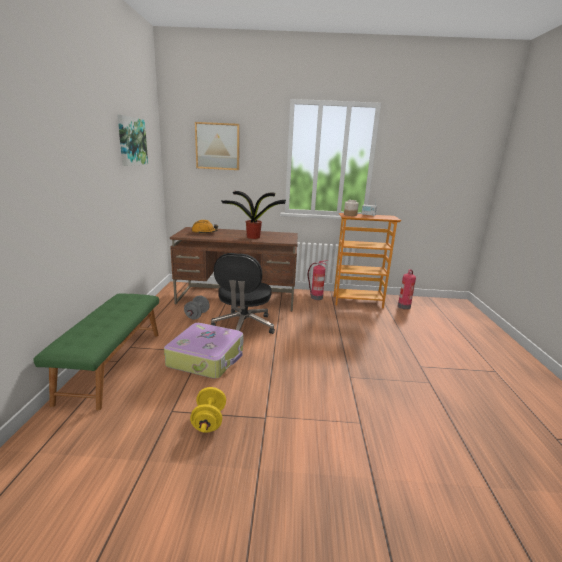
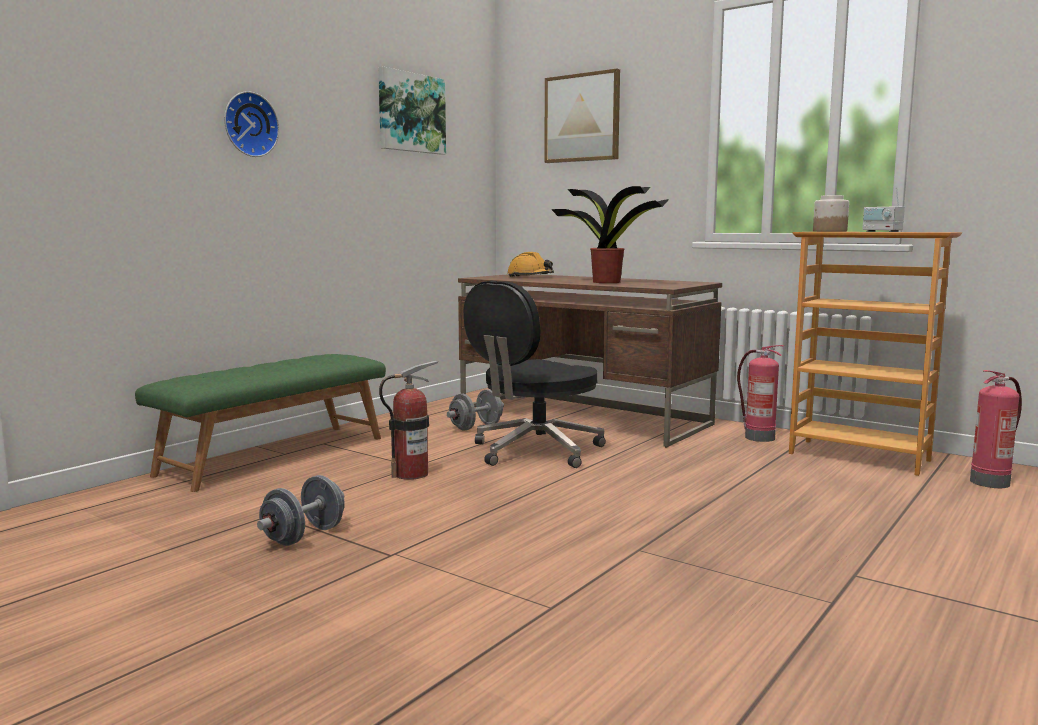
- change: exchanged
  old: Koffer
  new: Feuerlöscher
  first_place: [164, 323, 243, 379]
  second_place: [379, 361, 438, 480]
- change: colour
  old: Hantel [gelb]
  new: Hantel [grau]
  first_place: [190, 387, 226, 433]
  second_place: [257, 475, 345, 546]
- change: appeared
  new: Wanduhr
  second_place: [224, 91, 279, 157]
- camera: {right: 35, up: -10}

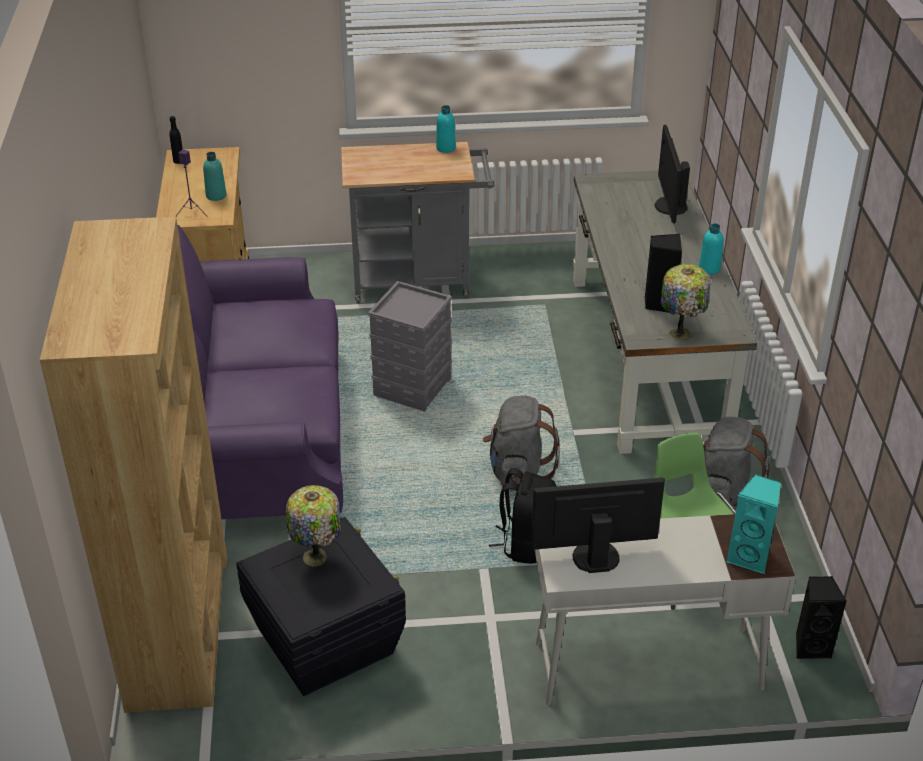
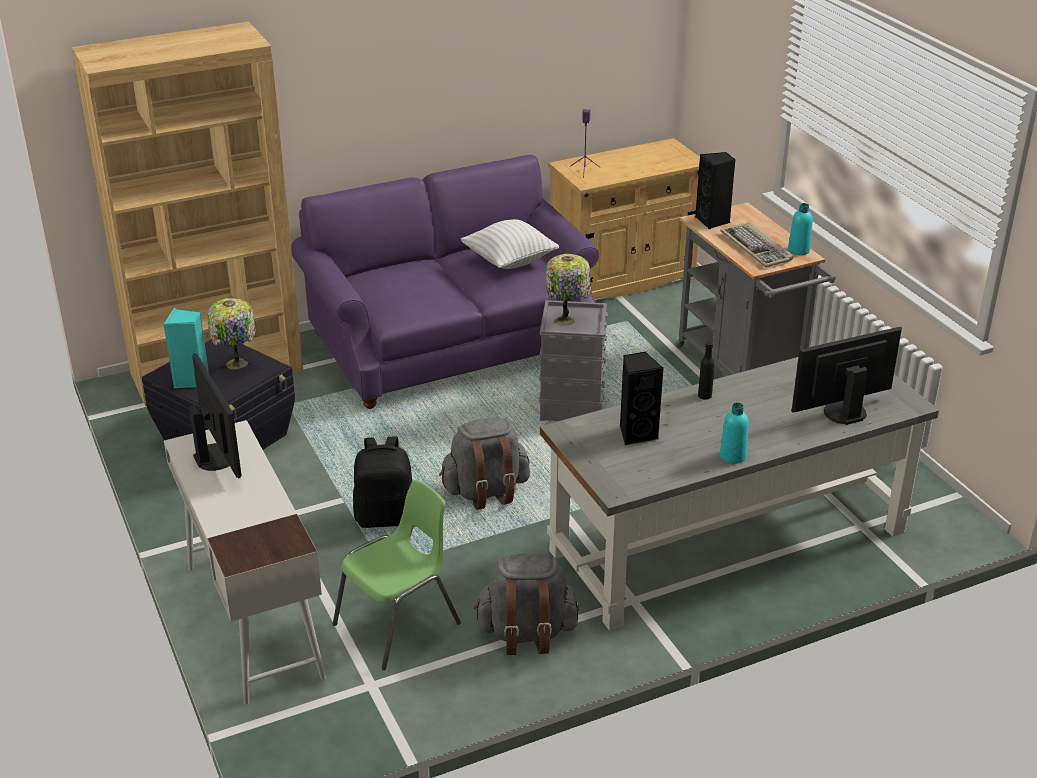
- change: relocated
  old: Flasche [schwarz]
  first_place: [169, 116, 183, 164]
  second_place: [698, 342, 714, 400]
- change: missing
  old: Flasche [türkis]
  first_place: [203, 152, 226, 201]
- change: relocated
  old: Tischlampe
  first_place: [661, 264, 710, 341]
  second_place: [546, 254, 591, 326]
- change: relocated
  old: Lautsprecher [türkis]
  first_place: [727, 474, 781, 574]
  second_place: [164, 308, 209, 388]
- change: relocated
  old: Lautsprecher [schwarz]
  first_place: [796, 576, 846, 659]
  second_place: [695, 152, 735, 229]
- change: appeared
  new: Kissen [weiß]
  second_place: [461, 219, 559, 269]
- change: appeared
  new: Tastatur
  second_place: [720, 222, 793, 267]
- camera: {right: 70, up: -5}

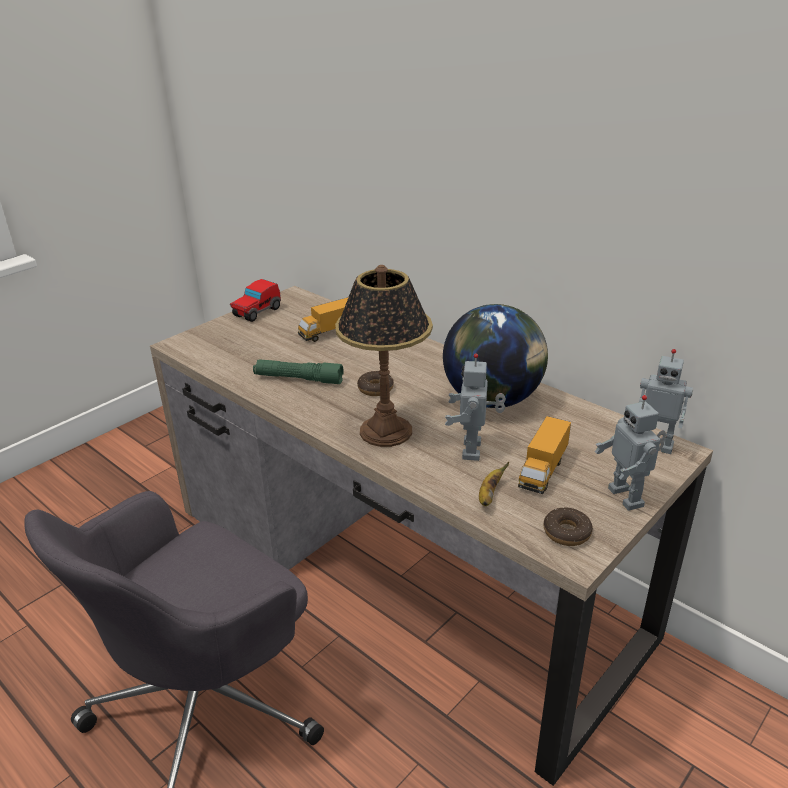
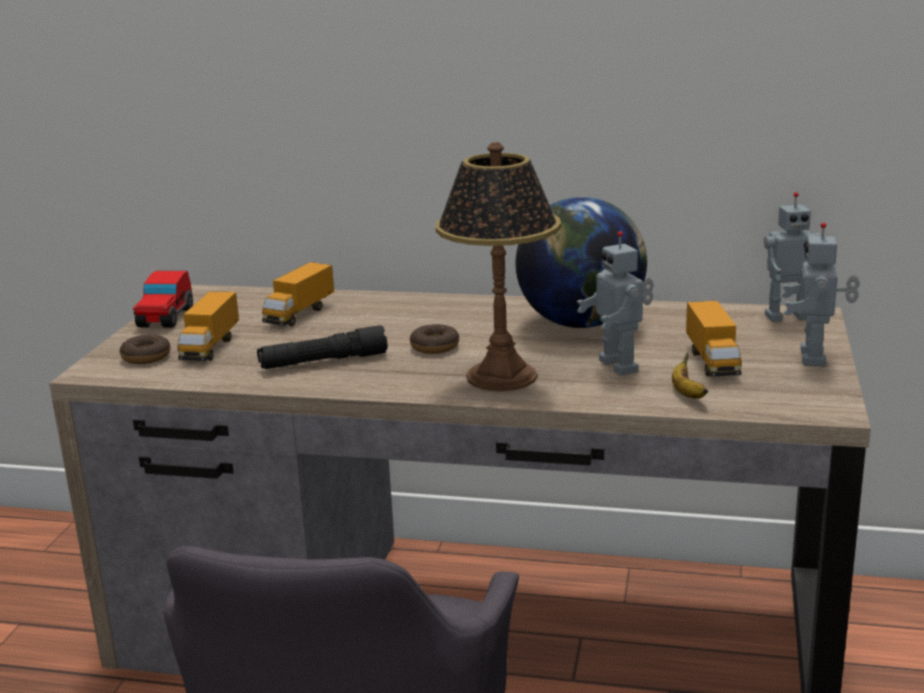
- change: colour
  old: Taschenlampe [grün]
  new: Taschenlampe [schwarz]
  first_place: [253, 359, 344, 384]
  second_place: [257, 325, 387, 369]
- change: spun
  old: Spielzeugroboter
  first_place: [595, 395, 666, 511]
  second_place: [782, 222, 860, 366]
  degrees: 60
- change: relocated
  old: Donut
  first_place: [544, 508, 593, 546]
  second_place: [120, 334, 171, 364]
- change: appeared
  new: Spielzeuglaster
  second_place: [178, 291, 239, 361]
- camera: {right: -30, up: -10}

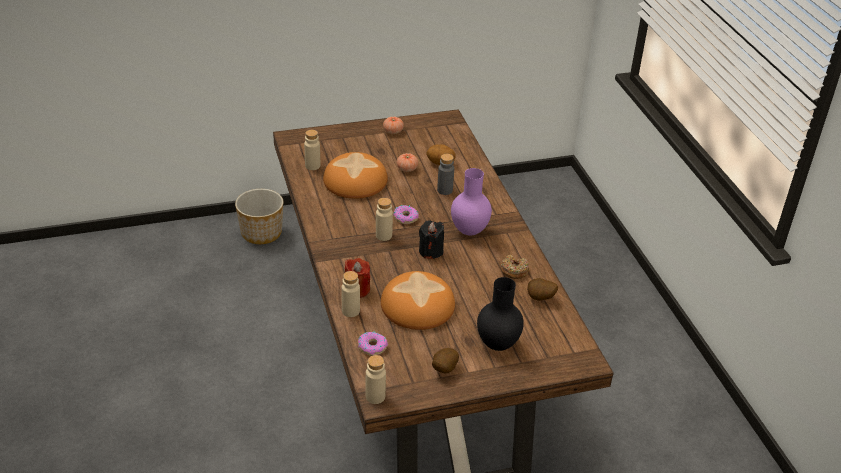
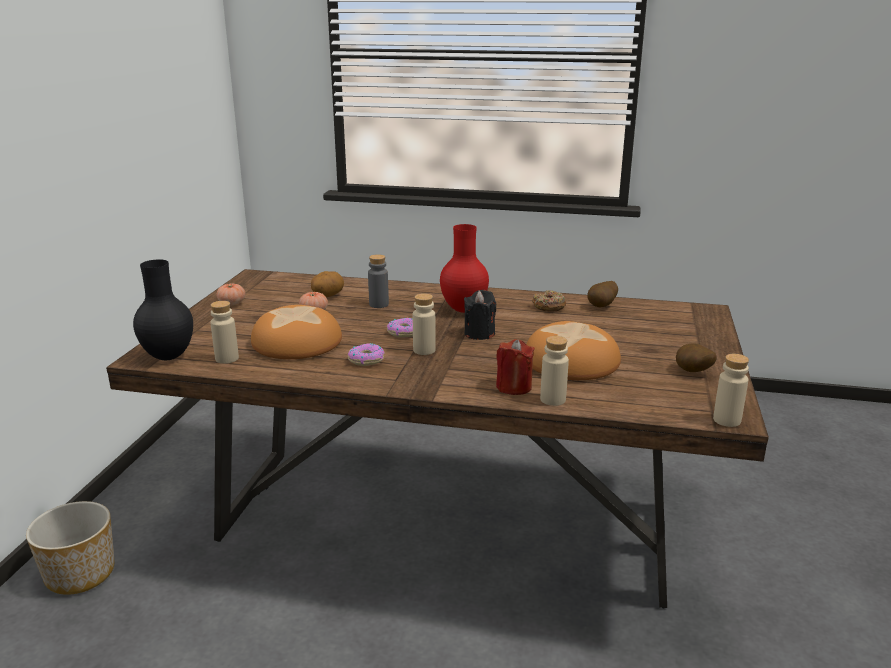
- change: colour
  old: Vase [lila]
  new: Vase [rot]
  first_place: [451, 168, 492, 236]
  second_place: [440, 224, 489, 313]
- change: relocated
  old: Vase [schwarz]
  first_place: [477, 277, 524, 351]
  second_place: [133, 259, 193, 360]
- change: relocated
  old: Donut
  first_place: [358, 331, 388, 356]
  second_place: [348, 343, 385, 366]
- camera: {right: -60, up: -15}

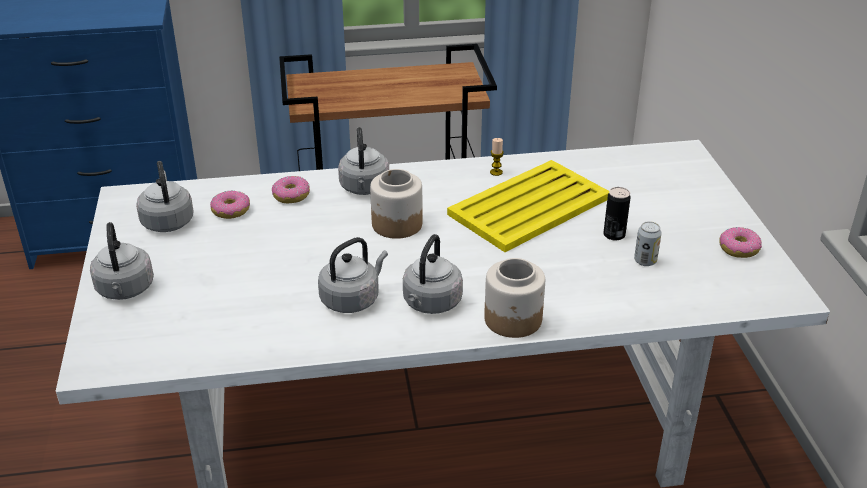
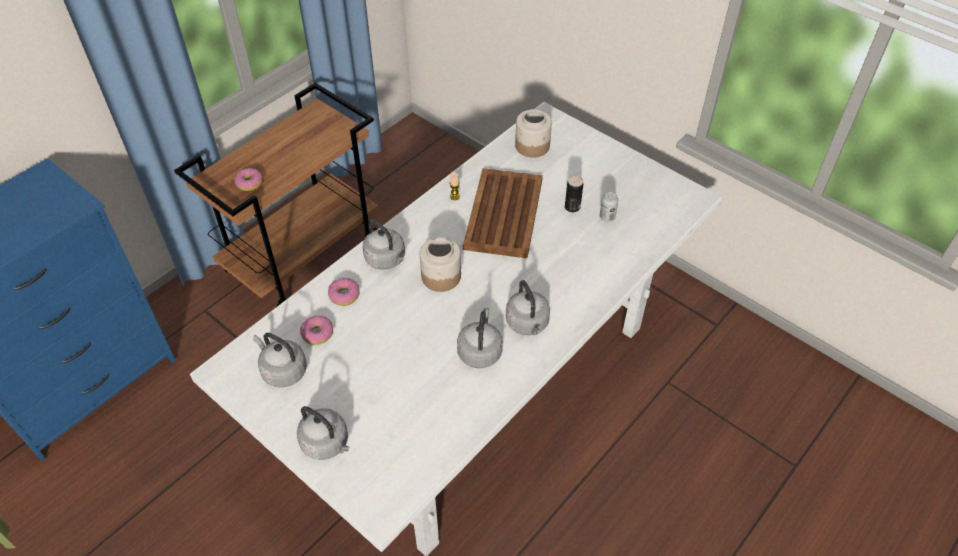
- change: colour
  old: Tablett [gelb]
  new: Tablett [braun]
  first_place: [447, 160, 609, 252]
  second_place: [463, 168, 543, 258]
- change: relocated
  old: Donut
  first_place: [719, 227, 762, 258]
  second_place: [235, 168, 263, 191]
- change: relocated
  old: Vorratsglas
  first_place: [484, 258, 545, 338]
  second_place: [515, 109, 552, 158]
- camera: {right: -40, up: 15}

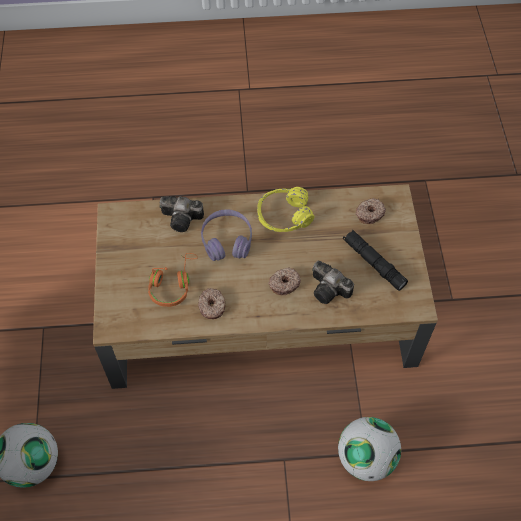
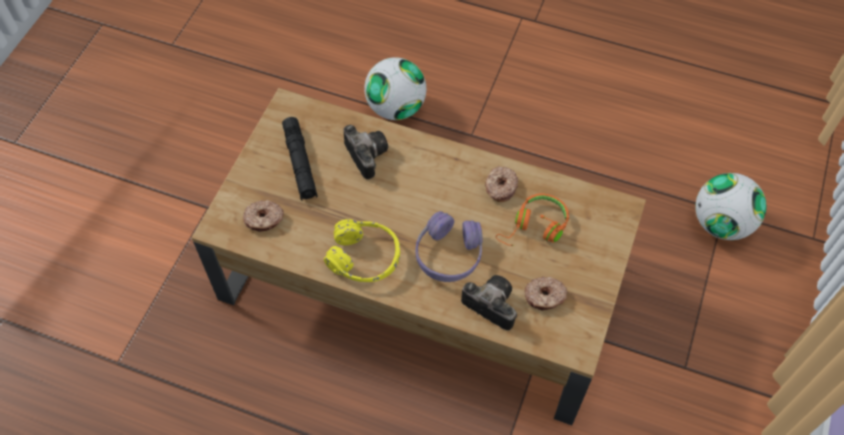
- change: relocated
  old: Donut
  first_place: [268, 267, 301, 295]
  second_place: [525, 277, 567, 311]
- camera: {right: -155, up: 0}

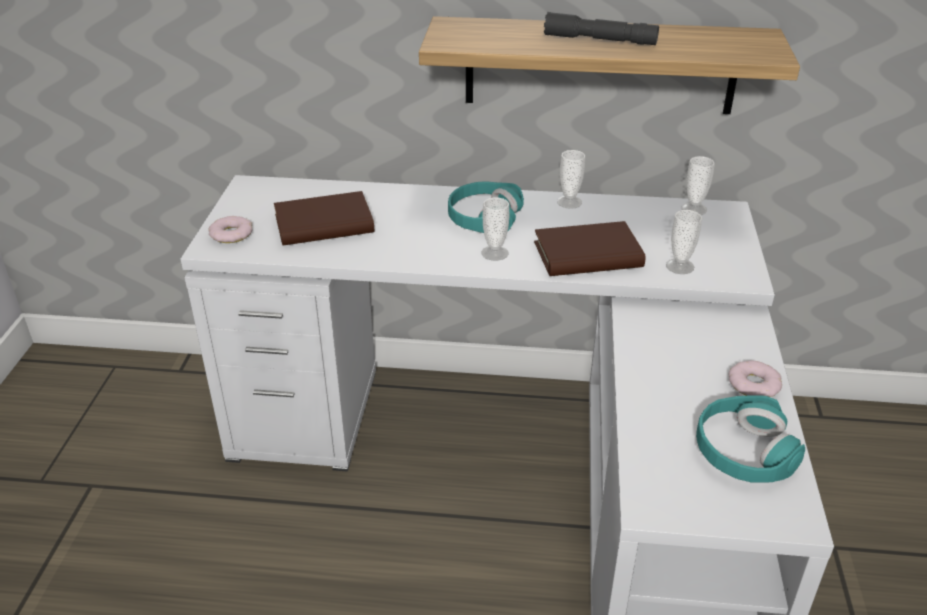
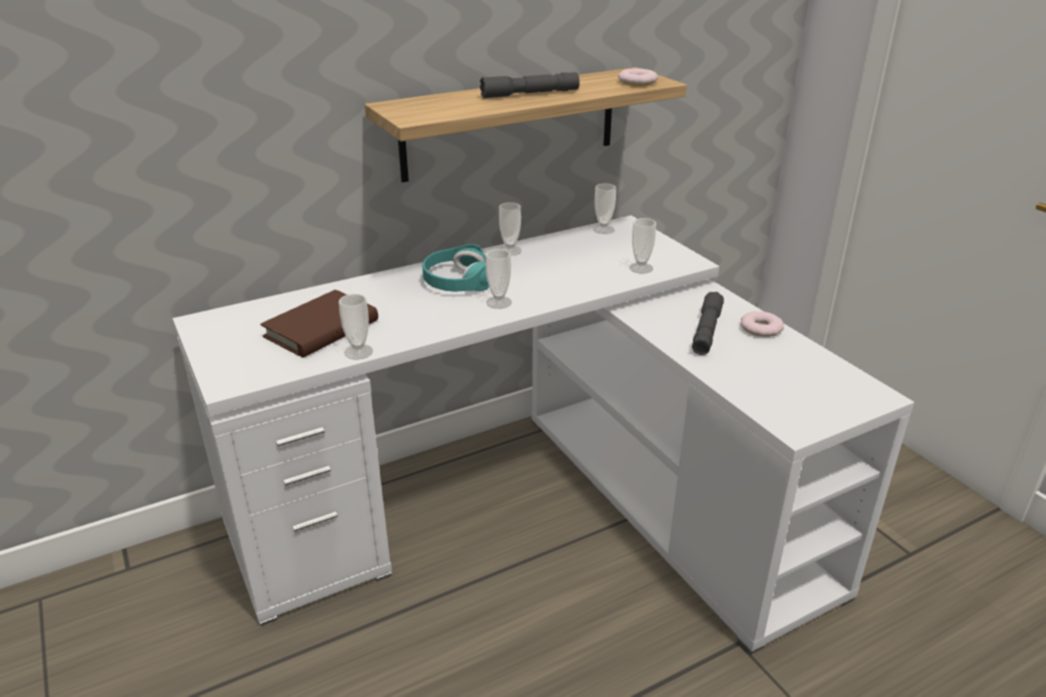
- change: relocated
  old: Donut
  first_place: [208, 216, 253, 243]
  second_place: [618, 68, 658, 86]
- change: missing
  old: Buch [braun]
  first_place: [534, 221, 645, 276]
- change: missing
  old: Kopfhörer [türkis]
  first_place: [696, 395, 805, 483]
- change: appeared
  new: Taschenlampe [grau]
  second_place: [692, 292, 724, 355]
- change: appeared
  new: Tasse
  second_place: [339, 294, 373, 360]
- camera: {right: -35, up: -5}

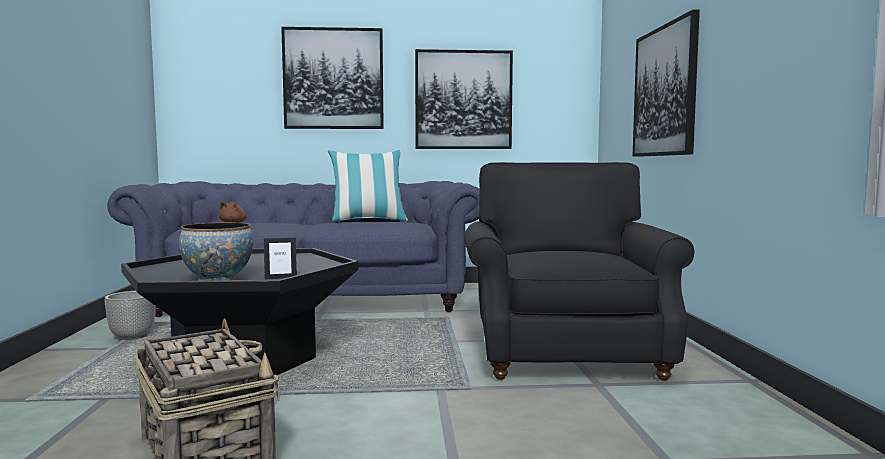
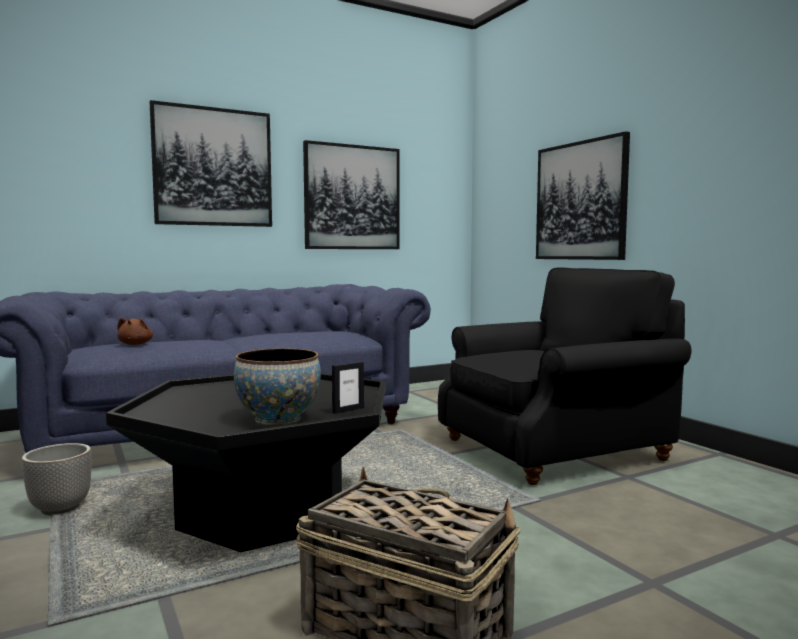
- change: missing
  old: Kissen
  first_place: [328, 150, 408, 221]
- change: spun
  old: Sessel [schwarz]
  first_place: [464, 162, 694, 381]
  second_place: [438, 268, 691, 485]
  degrees: 90
- camera: {right: -25, up: 0}

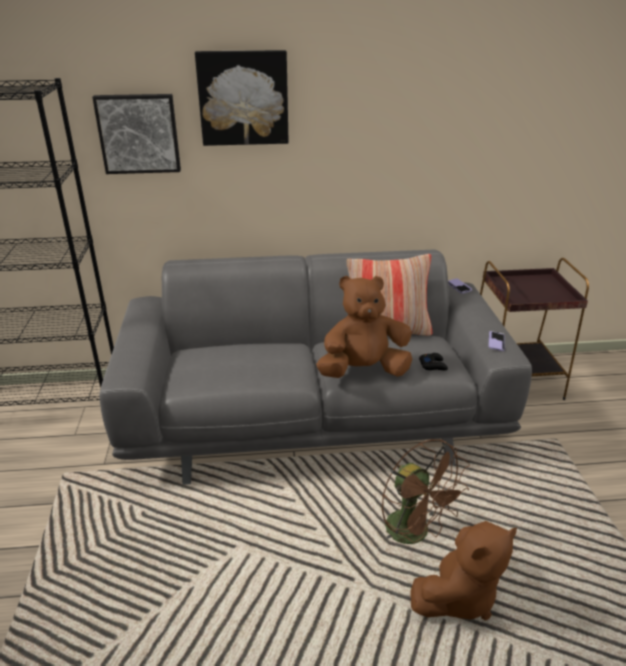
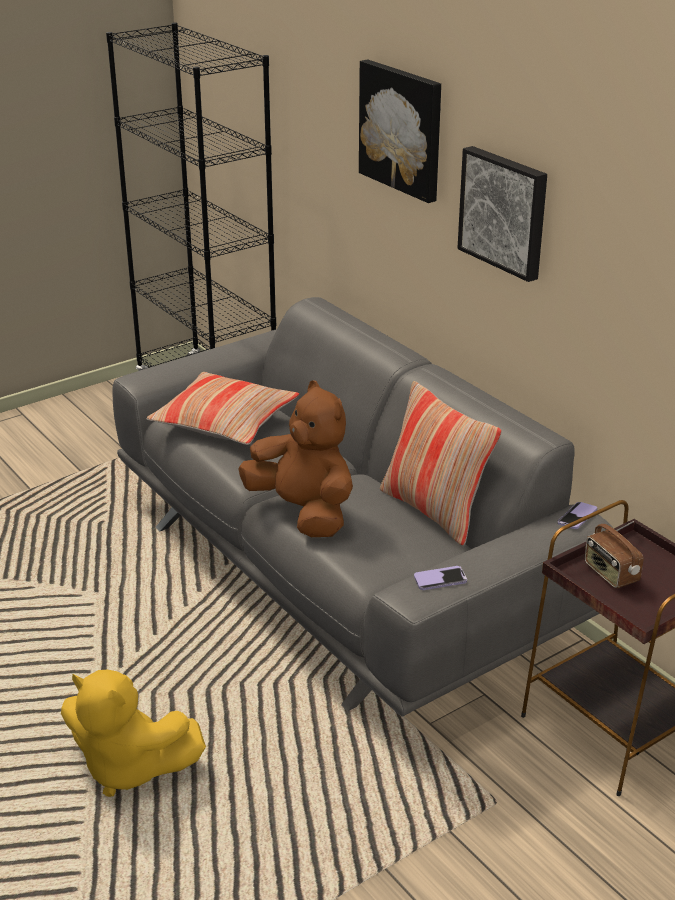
- change: relocated
  old: Bild
  first_place: [92, 94, 181, 174]
  second_place: [457, 146, 547, 282]
- change: missing
  old: Gamepad [schwarz]
  first_place: [419, 353, 448, 370]
- change: missing
  old: Ventilator [braun]
  first_place: [382, 439, 470, 544]
- change: colour
  old: Plüschtier [braun]
  new: Plüschtier [gelb]
  first_place: [410, 521, 517, 620]
  second_place: [61, 670, 206, 797]
- change: appeared
  new: Kissen
  second_place: [147, 372, 299, 445]
- change: appeared
  new: Radio
  second_place: [585, 521, 644, 589]
- camera: {right: 60, up: 0}

